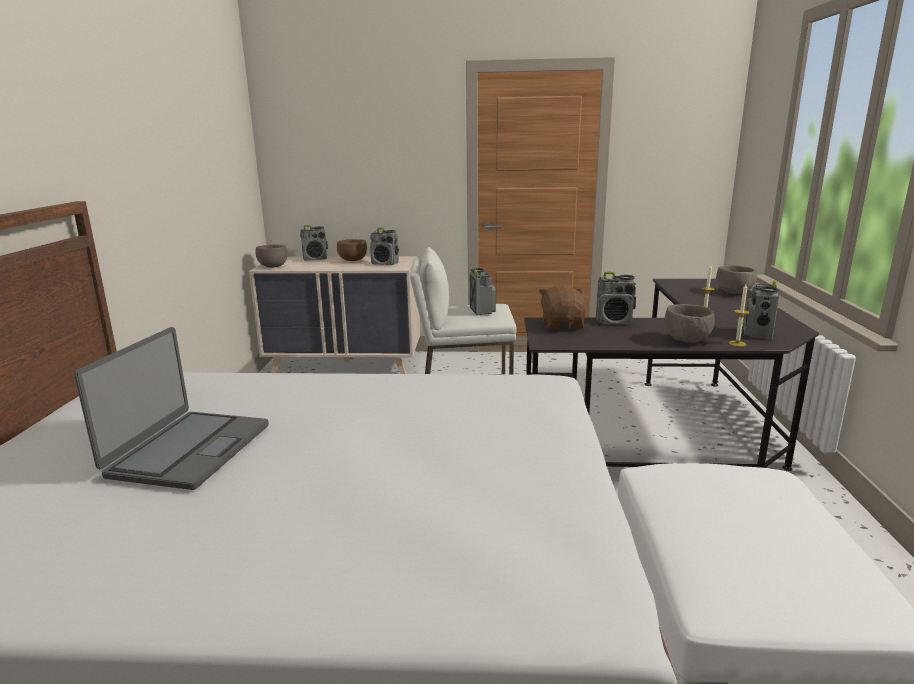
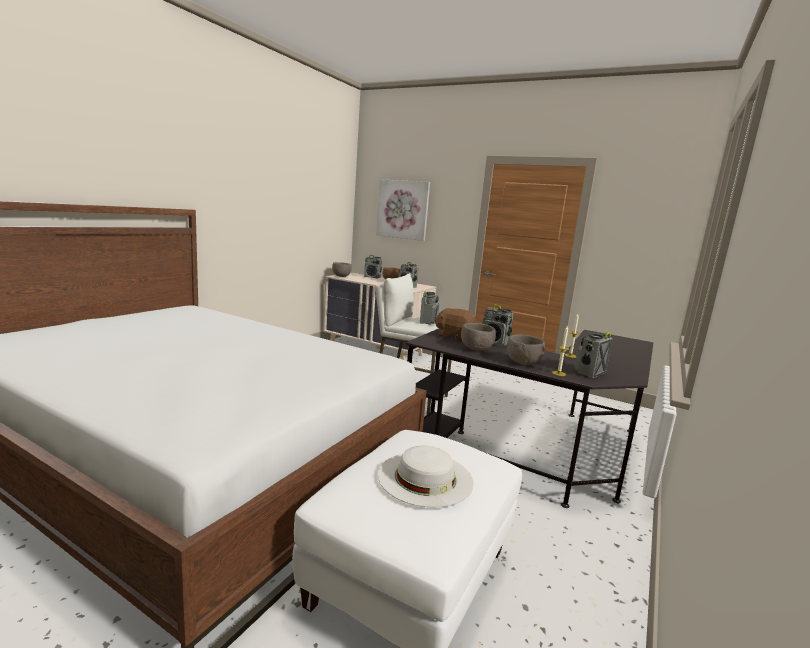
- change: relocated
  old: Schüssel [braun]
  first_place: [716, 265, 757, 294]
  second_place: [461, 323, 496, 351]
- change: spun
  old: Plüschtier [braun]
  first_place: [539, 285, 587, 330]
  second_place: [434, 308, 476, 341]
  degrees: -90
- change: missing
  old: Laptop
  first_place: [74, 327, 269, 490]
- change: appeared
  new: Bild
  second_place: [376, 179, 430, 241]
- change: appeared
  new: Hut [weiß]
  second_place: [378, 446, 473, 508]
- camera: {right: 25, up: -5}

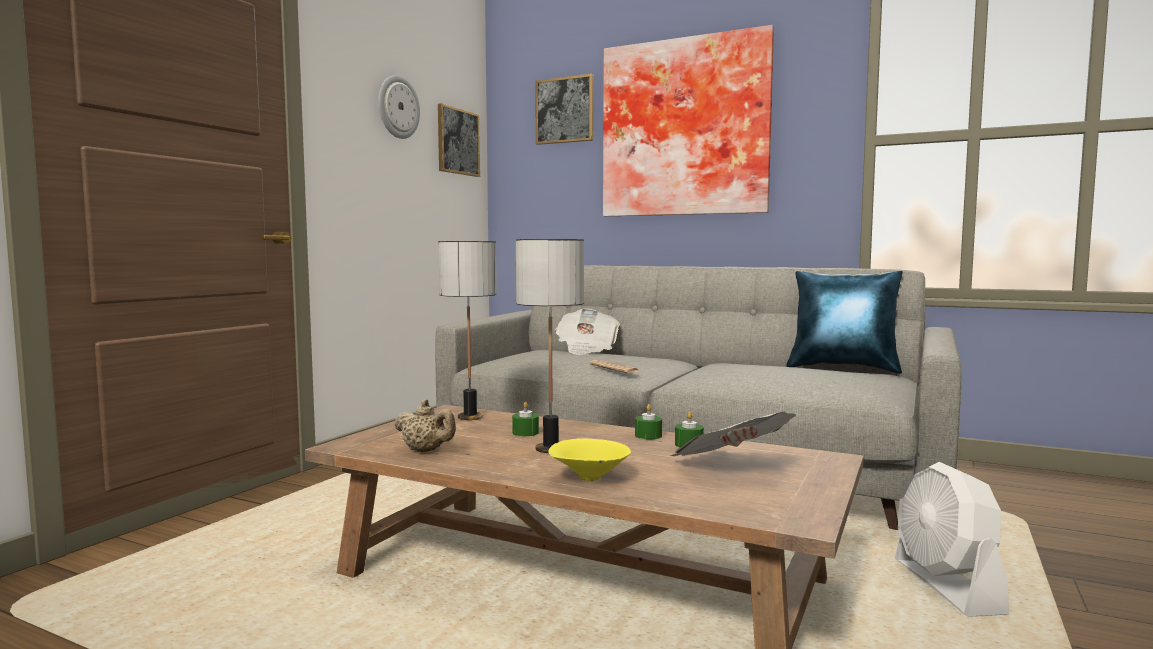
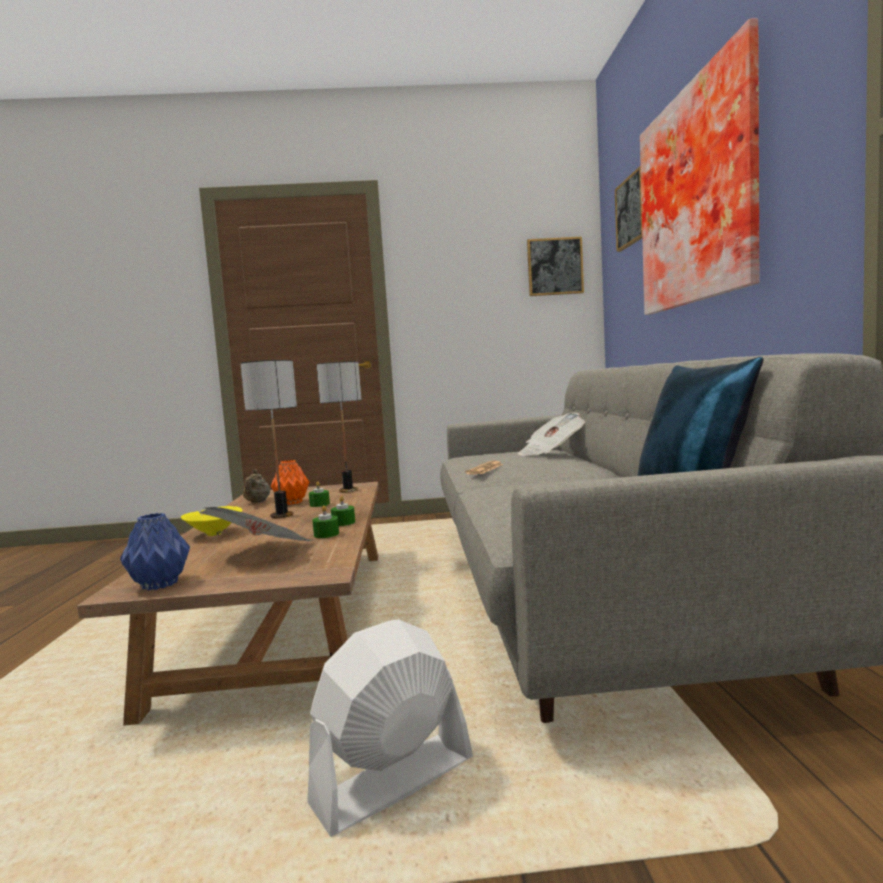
- change: missing
  old: Wanduhr
  first_place: [378, 75, 420, 139]
- change: appeared
  new: Vase [orange]
  second_place: [271, 460, 309, 505]
- change: appeared
  new: Vase [blau]
  second_place: [120, 513, 190, 590]
- camera: {right: 60, up: 0}

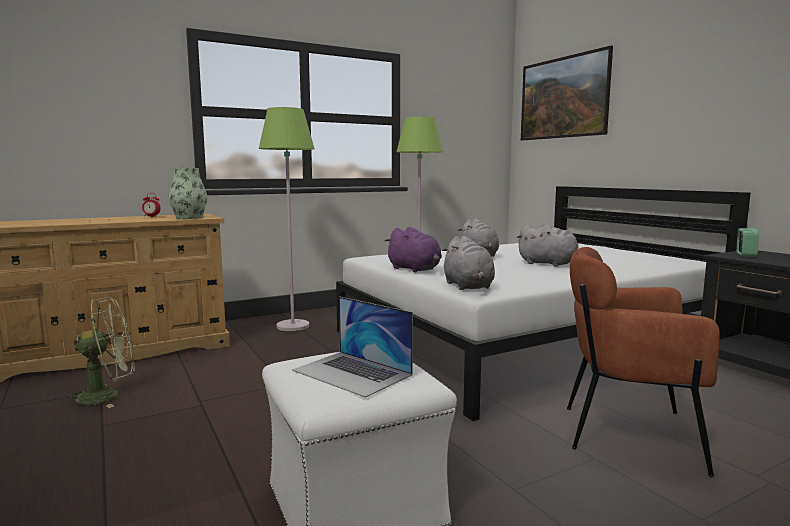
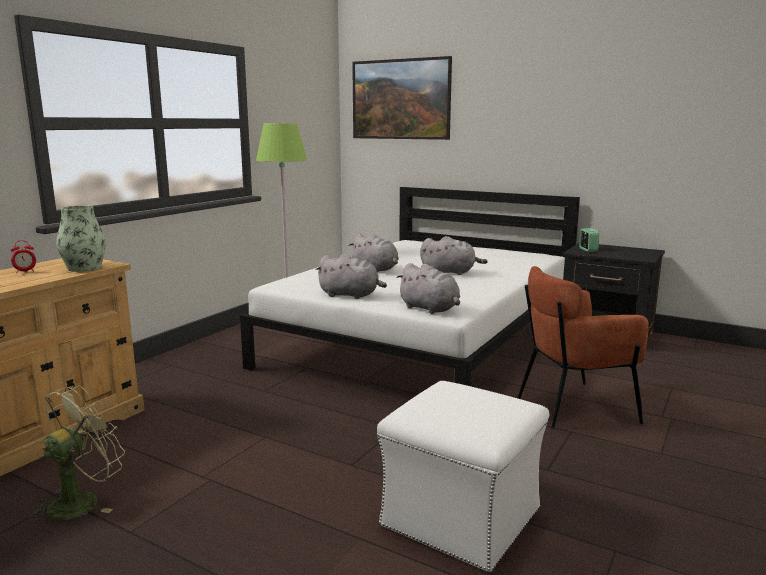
- change: missing
  old: Stehlampe [grün]
  first_place: [259, 107, 315, 331]
- change: colour
  old: Plüschtier [lila]
  new: Plüschtier [grau]
  first_place: [385, 227, 442, 272]
  second_place: [316, 254, 387, 299]
- change: missing
  old: Laptop
  first_place: [292, 296, 413, 398]
- camera: {right: -30, up: 5}

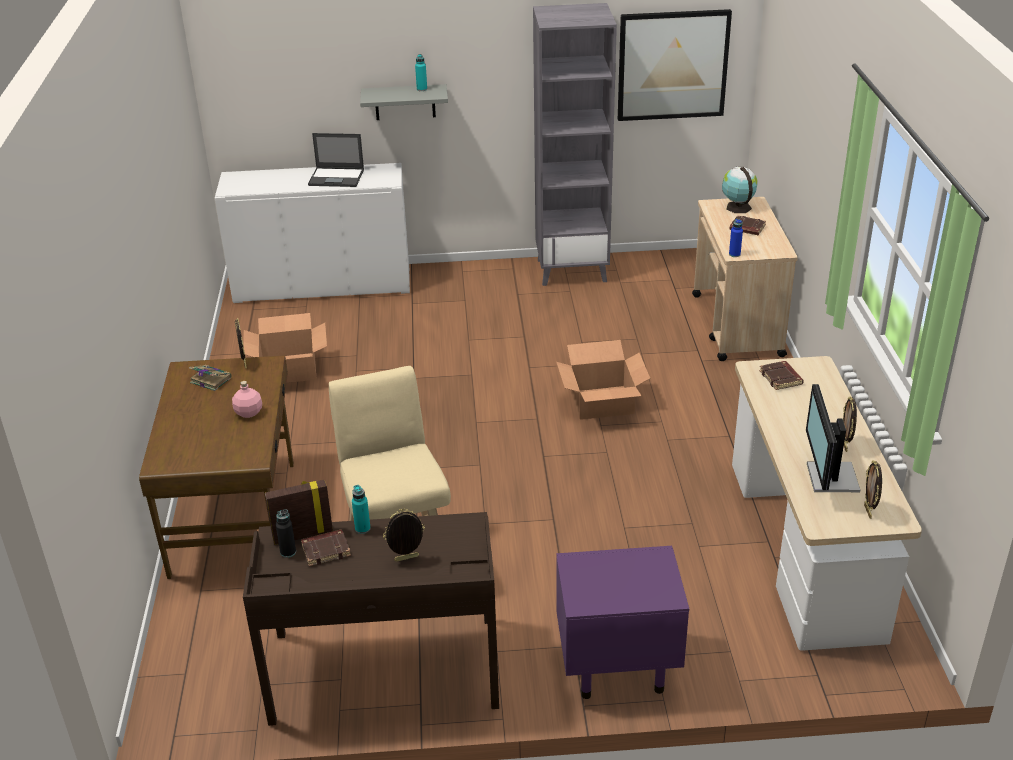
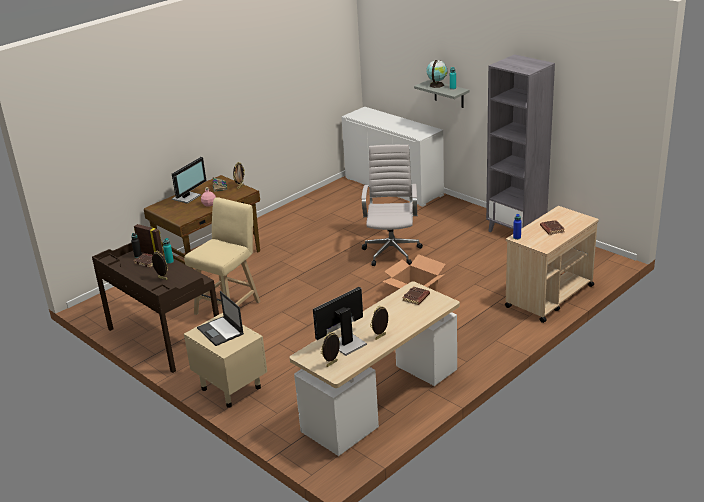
- change: missing
  old: Bild
  first_place: [618, 9, 732, 121]
- change: relocated
  old: Laptop
  first_place: [308, 133, 364, 187]
  second_place: [197, 291, 244, 346]
- change: relocated
  old: Globus
  first_place: [722, 167, 758, 213]
  second_place: [426, 60, 448, 88]
- change: missing
  old: Karton
  first_place: [243, 313, 327, 383]
- change: colour
  old: Nachttisch [lila]
  new: Nachttisch [beige]
  first_place: [556, 546, 689, 699]
  second_place: [184, 313, 267, 408]
- change: appeared
  new: Bürostuhl [weiß]
  second_place: [361, 145, 423, 266]
- change: appeared
  new: Monitor
  second_place: [172, 157, 206, 204]
- camera: {right: 50, up: -5}

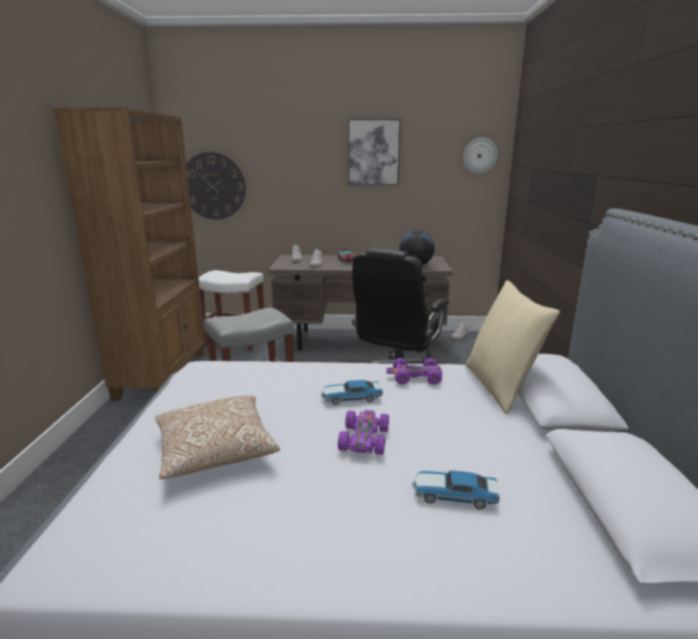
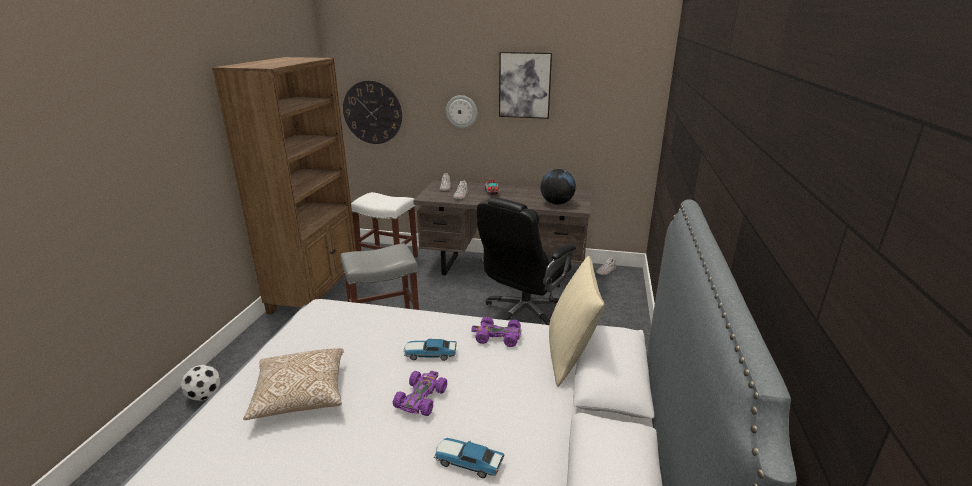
- change: relocated
  old: Wanduhr
  first_place: [463, 138, 498, 174]
  second_place: [446, 95, 477, 128]
- change: appeared
  new: Fußball
  second_place: [181, 365, 221, 401]
- camera: {right: 10, up: 5}

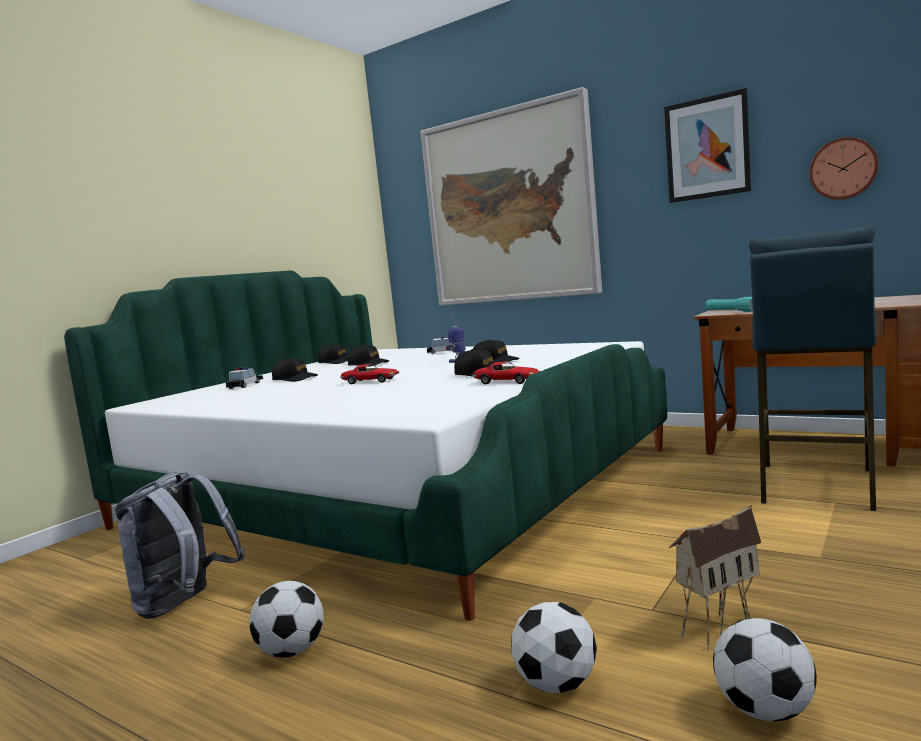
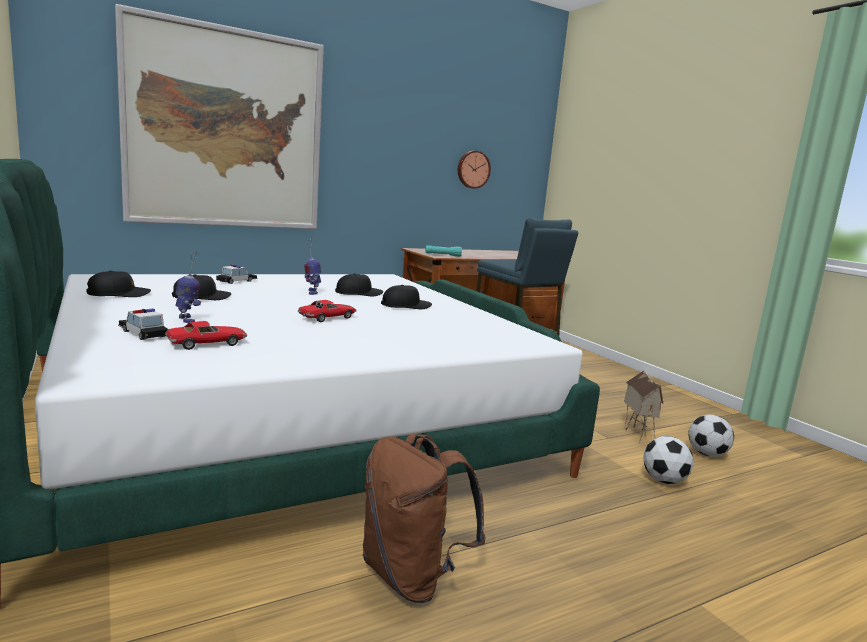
- change: missing
  old: Bild
  first_place: [664, 88, 751, 203]
- change: exchanged
  old: Kappe [schwarz]
  new: Spielzeugroboter
  first_place: [272, 358, 318, 381]
  second_place: [175, 251, 201, 323]
- change: relocated
  old: Spielzeugauto
  first_place: [473, 361, 540, 384]
  second_place: [165, 321, 247, 350]
- change: colour
  old: Rucksack [grau]
  new: Rucksack [braun]
  first_place: [115, 472, 246, 619]
  second_place: [363, 434, 486, 603]
- change: missing
  old: Fußball
  first_place: [249, 581, 324, 658]
- camera: {right: -65, up: 5}

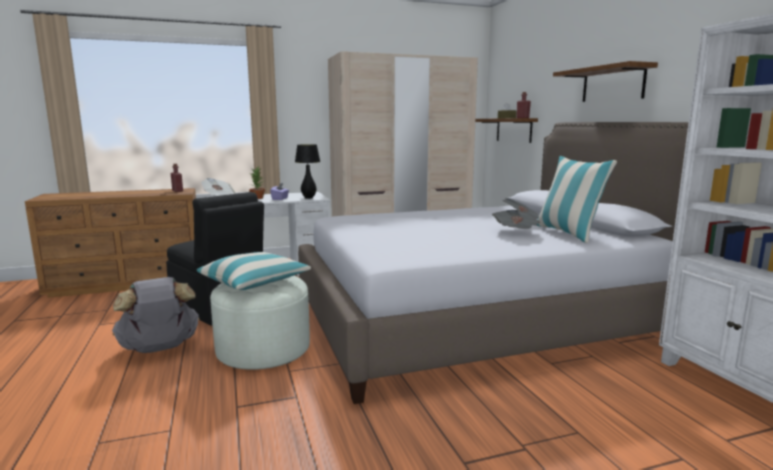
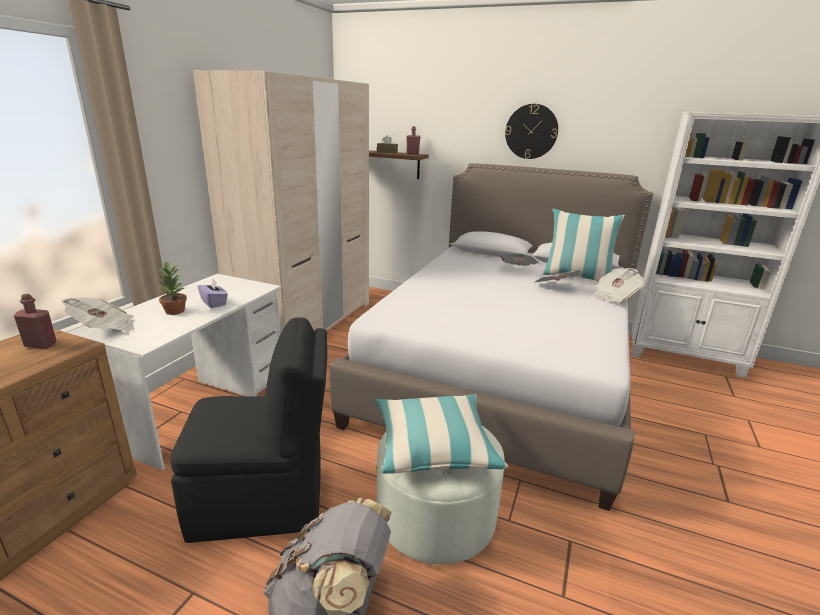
- change: exchanged
  old: Wandregal
  new: Wanduhr
  first_place: [553, 61, 658, 102]
  second_place: [505, 104, 558, 159]
- change: missing
  old: Tischlampe [schwarz]
  first_place: [295, 144, 320, 199]
- change: appeared
  new: Zeitung
  second_place: [593, 268, 645, 303]
- camera: {right: -50, up: 10}

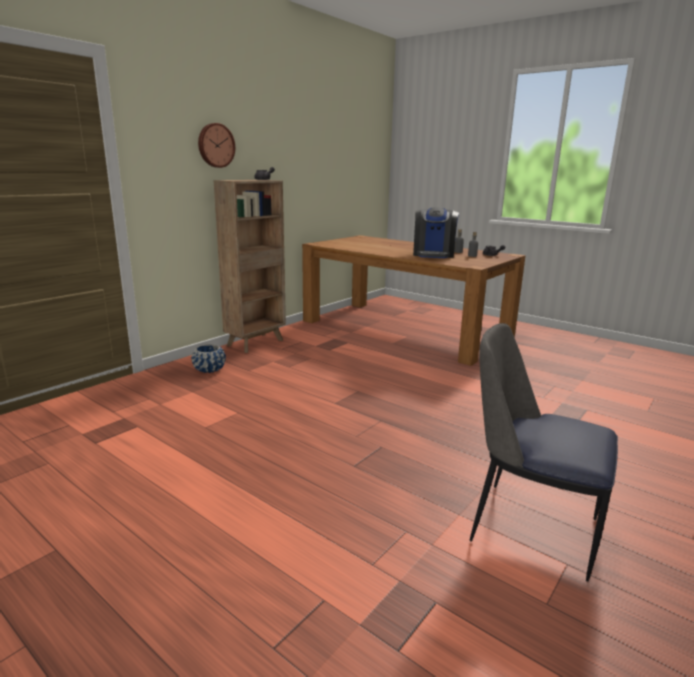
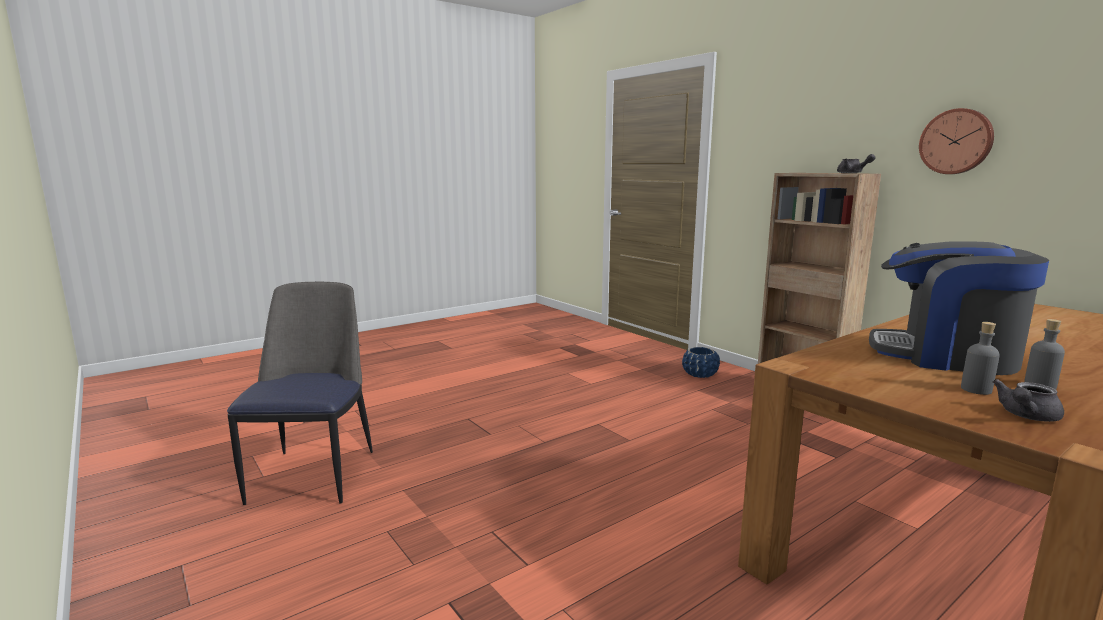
- change: relocated
  old: Wanduhr
  first_place: [198, 123, 235, 168]
  second_place: [919, 108, 994, 174]
- change: spun
  old: Stuhl
  first_place: [469, 323, 618, 582]
  second_place: [227, 282, 373, 505]
  degrees: -45
- camera: {right: 105, up: -5}

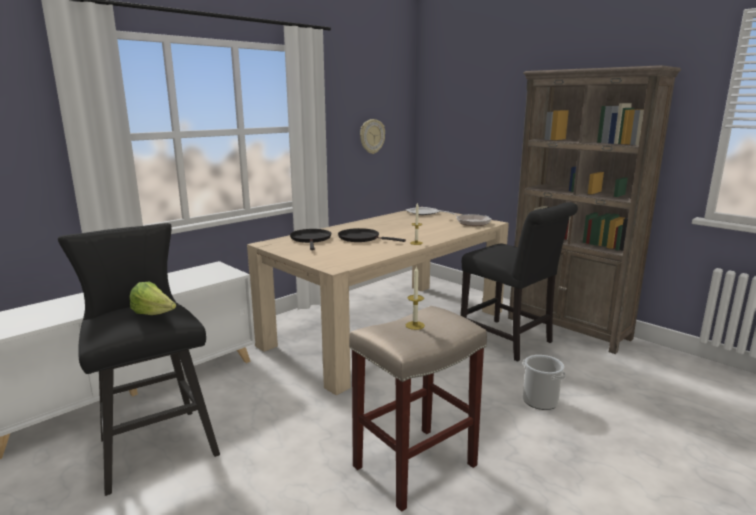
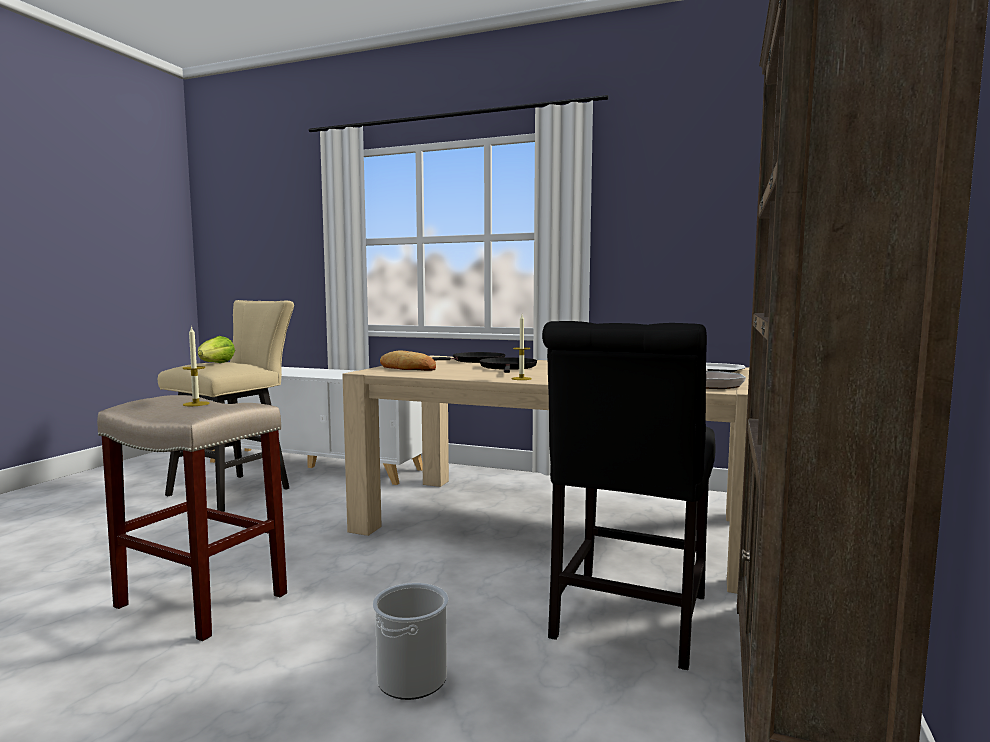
- change: missing
  old: Wanduhr
  first_place: [360, 119, 385, 154]
- change: colour
  old: Hocker [schwarz]
  new: Hocker [beige]
  first_place: [58, 223, 220, 496]
  second_place: [158, 300, 294, 512]
- change: appeared
  new: Brot
  second_place: [380, 351, 436, 371]
- camera: {right: 65, up: -10}

